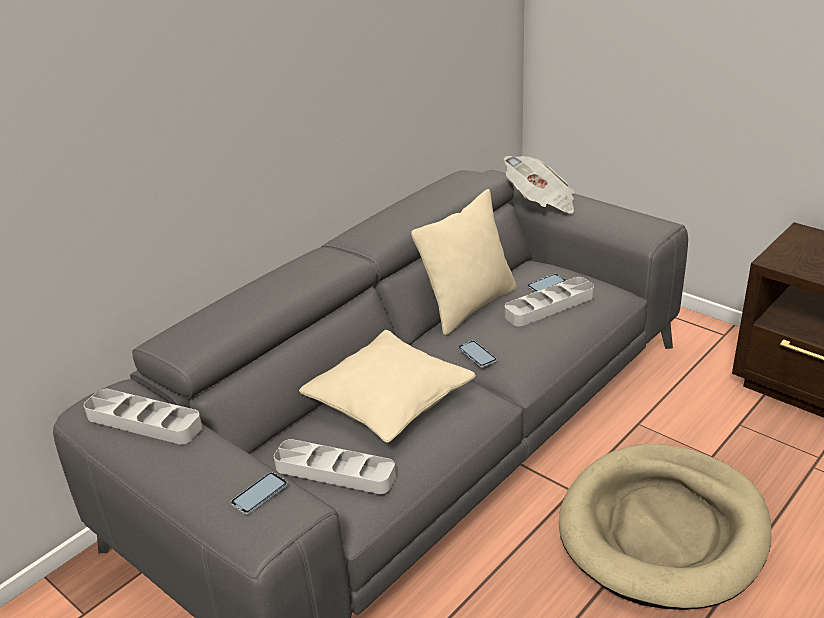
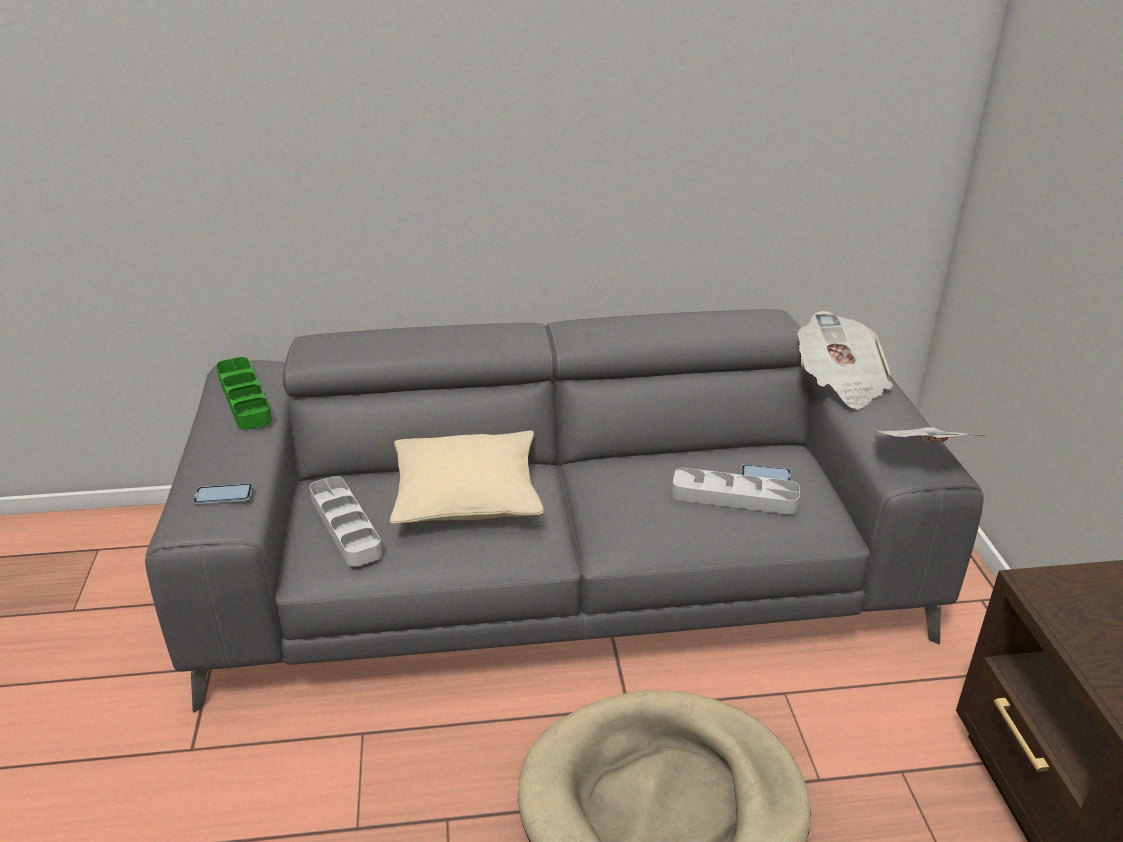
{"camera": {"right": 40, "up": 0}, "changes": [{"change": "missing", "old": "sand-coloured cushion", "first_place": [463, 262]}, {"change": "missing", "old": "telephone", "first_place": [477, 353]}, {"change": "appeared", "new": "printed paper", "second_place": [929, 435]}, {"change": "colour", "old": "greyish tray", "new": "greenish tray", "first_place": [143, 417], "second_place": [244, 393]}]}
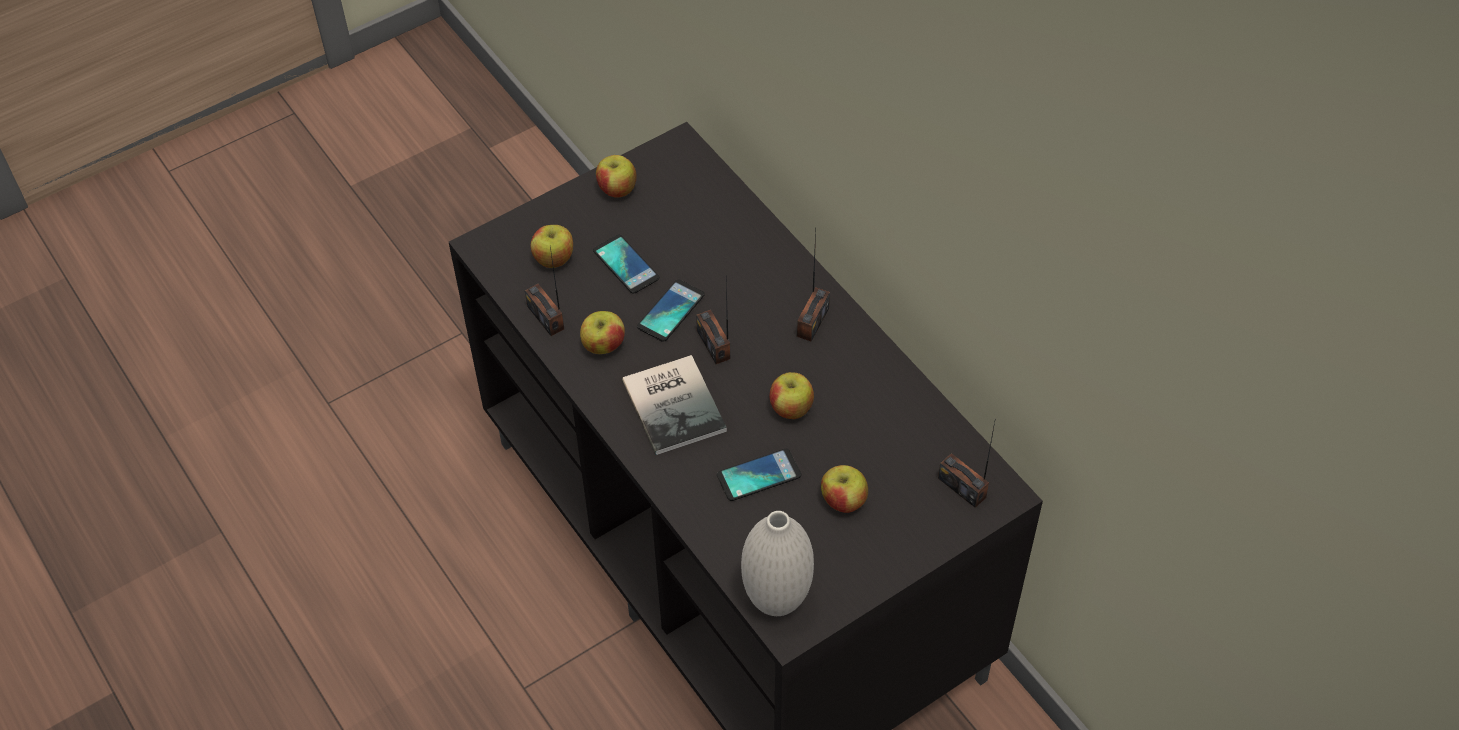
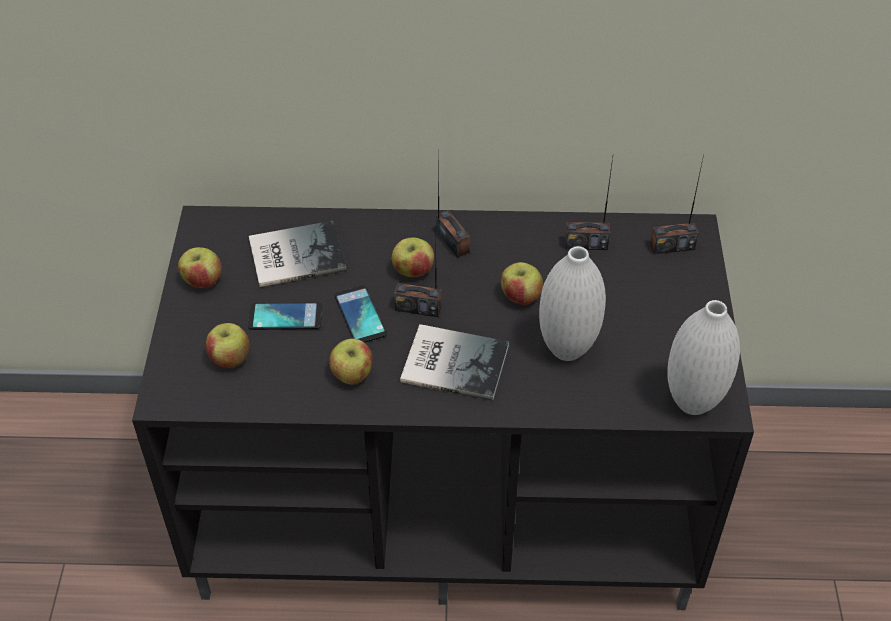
{"camera": {"right": -55, "up": -5}, "changes": [{"change": "appeared", "new": "book", "second_place": [298, 254]}, {"change": "relocated", "old": "radio set", "first_place": [544, 291], "second_place": [589, 204]}, {"change": "relocated", "old": "apple", "first_place": [844, 489], "second_place": [413, 257]}, {"change": "exchanged", "old": "telephone", "new": "white decorative vase", "first_place": [759, 475], "second_place": [572, 303]}]}
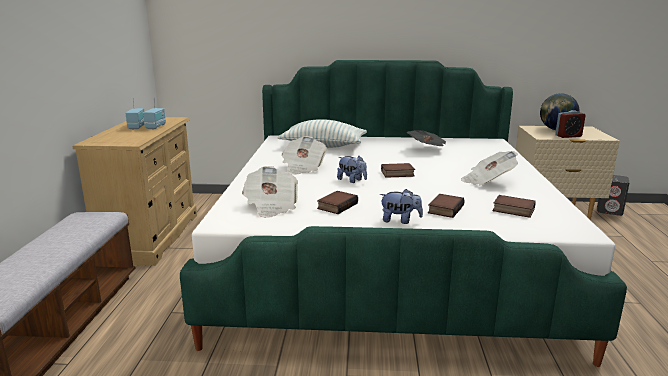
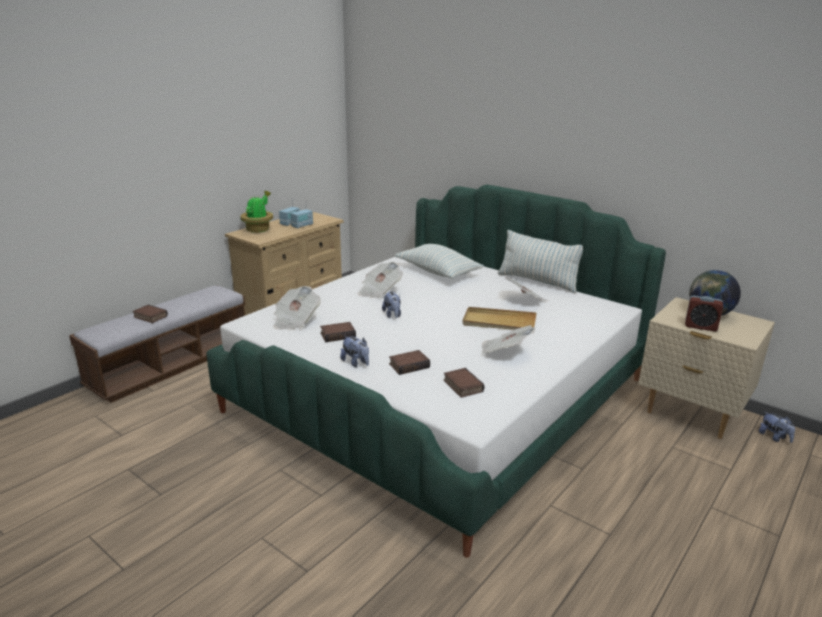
{"camera": {"right": 35, "up": 5}, "changes": [{"change": "appeared", "new": "potted plant", "second_place": [256, 212]}, {"change": "appeared", "new": "sand-coloured tray", "second_place": [499, 318]}, {"change": "appeared", "new": "cushion", "second_place": [540, 261]}, {"change": "relocated", "old": "book", "first_place": [398, 170], "second_place": [150, 314]}, {"change": "exchanged", "old": "greyish loudspeaker", "new": "plush toy", "first_place": [613, 195], "second_place": [777, 427]}]}
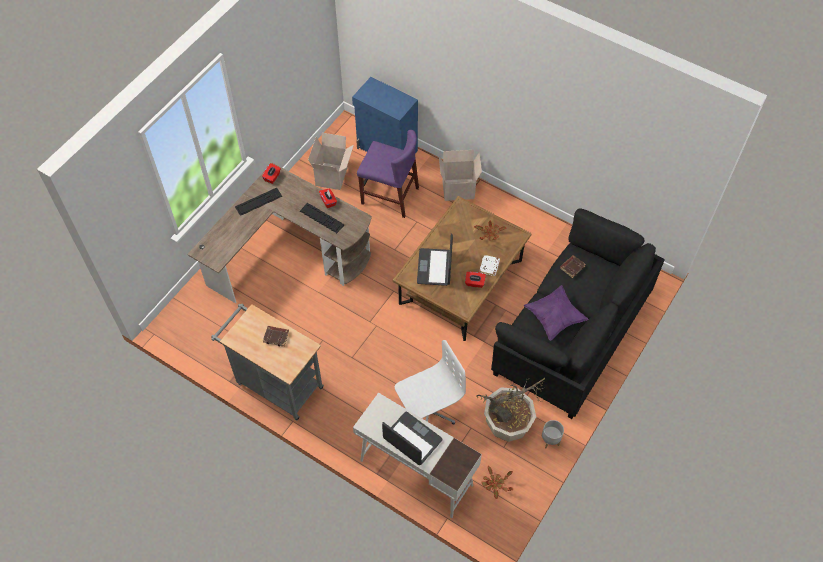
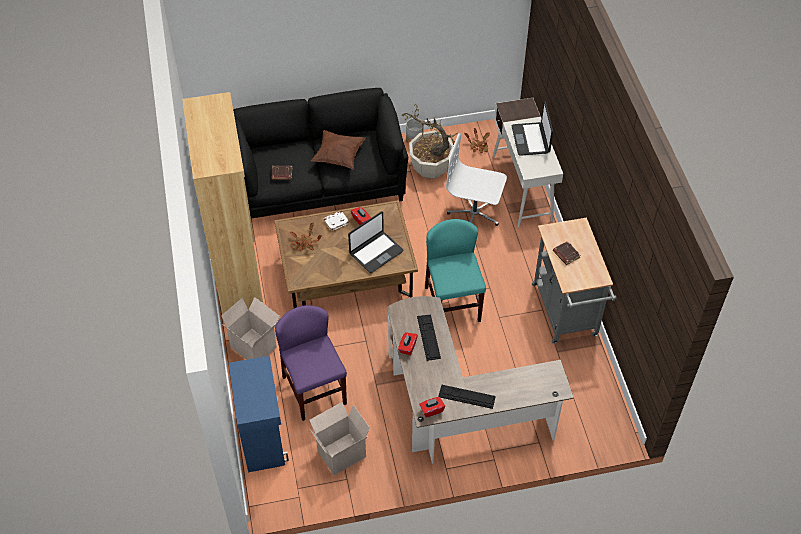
{"camera": {"right": -135, "up": -5}, "changes": [{"change": "appeared", "new": "brown-coloured bookshelf", "second_place": [222, 203]}, {"change": "appeared", "new": "turquoise-coloured plain chair", "second_place": [455, 270]}, {"change": "colour", "old": "purple cushion", "new": "brown-coloured cushion", "first_place": [556, 313], "second_place": [338, 149]}]}
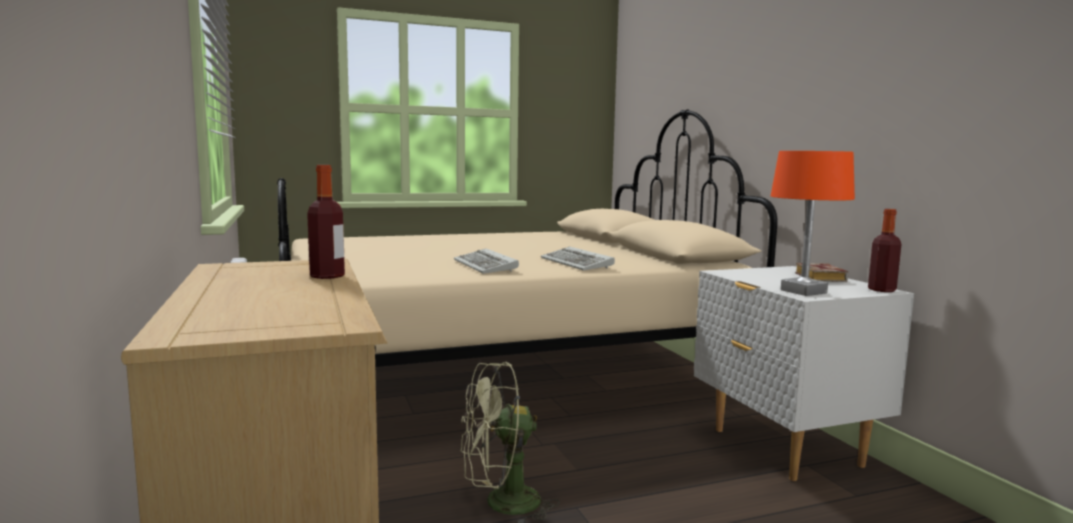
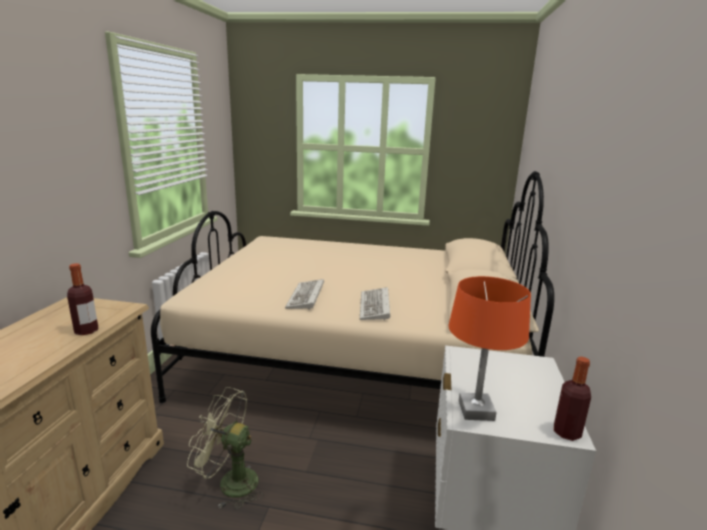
{"camera": {"right": 30, "up": 10}, "changes": [{"change": "missing", "old": "book", "first_place": [821, 272]}]}
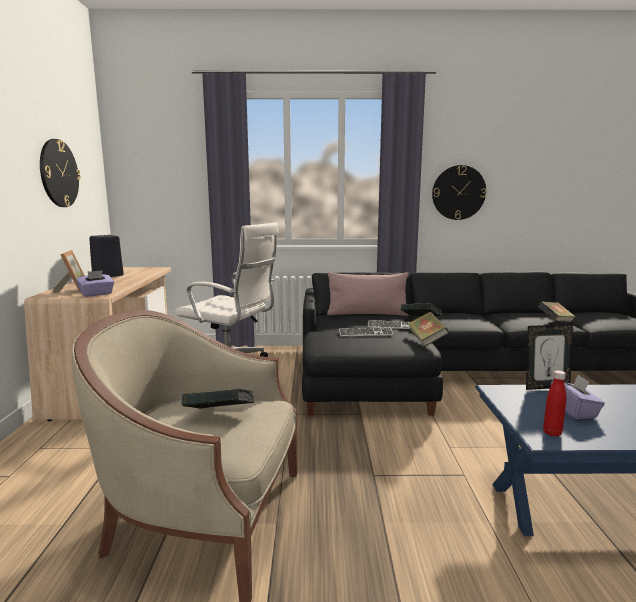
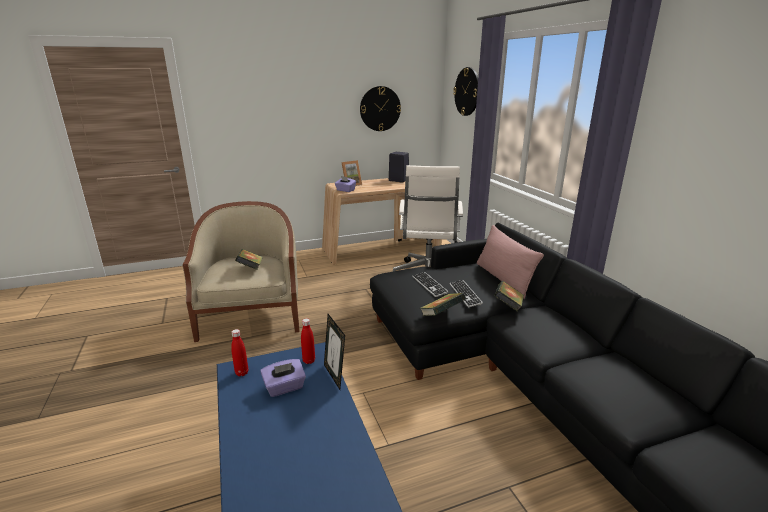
{"camera": {"right": 70, "up": 10}, "changes": [{"change": "missing", "old": "book", "first_place": [556, 311]}, {"change": "appeared", "new": "red drink bottle", "second_place": [308, 341]}, {"change": "relocated", "old": "clock on the wall", "first_place": [459, 192], "second_place": [465, 91]}]}
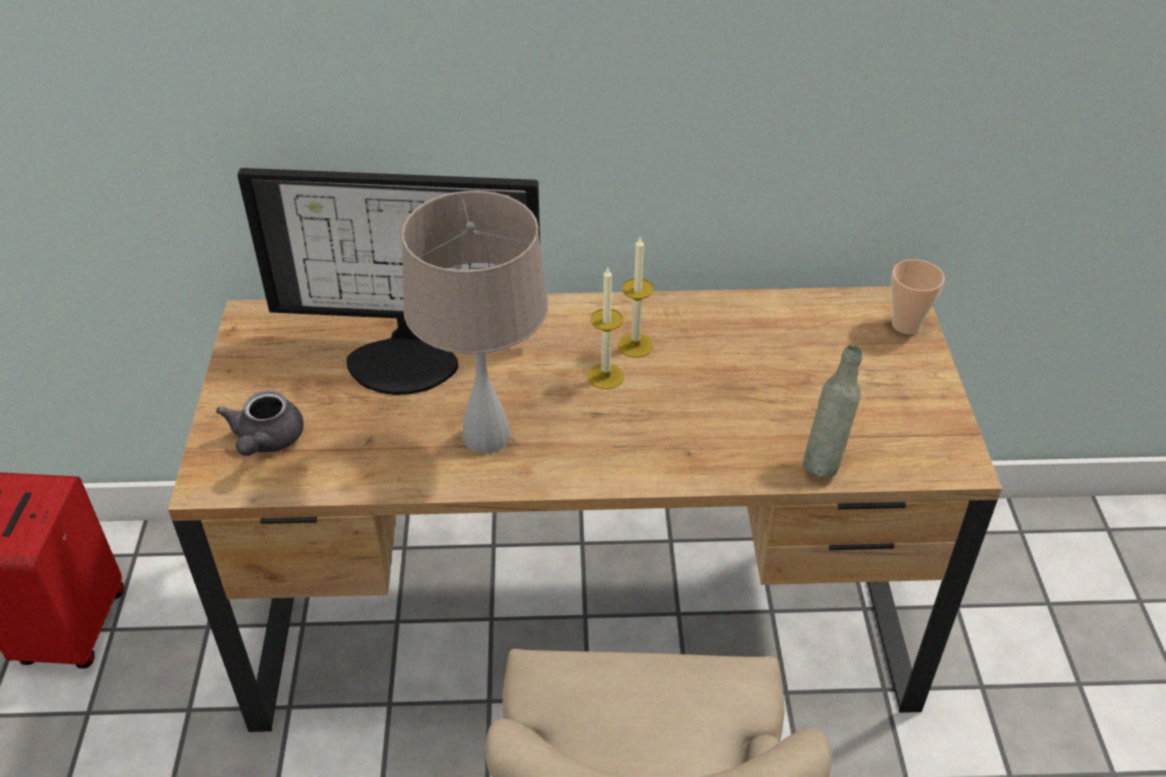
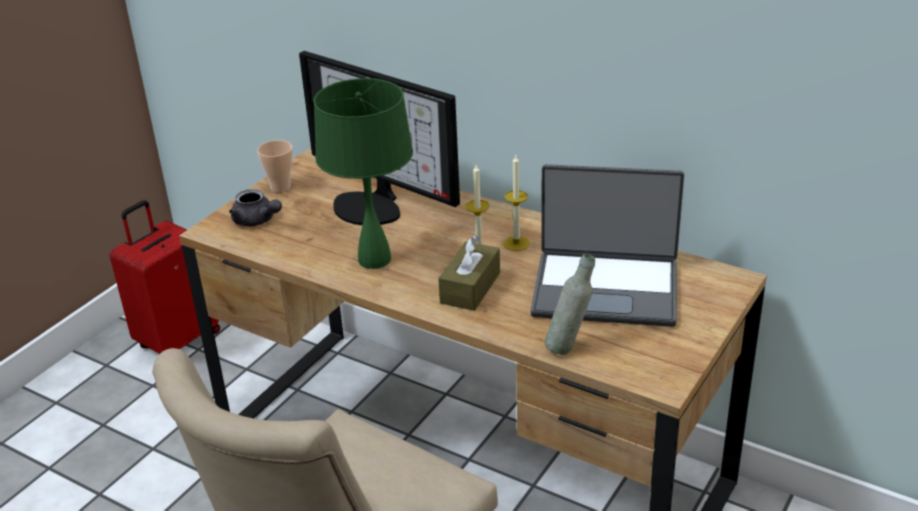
{"camera": {"right": 35, "up": -10}, "changes": [{"change": "appeared", "new": "brown-coloured tissue box", "second_place": [469, 273]}, {"change": "appeared", "new": "portable computer", "second_place": [607, 245]}, {"change": "relocated", "old": "drinking cup", "first_place": [918, 296], "second_place": [275, 166]}, {"change": "colour", "old": "sand-coloured lamp for a table", "new": "greenish lamp for a table", "first_place": [474, 322], "second_place": [363, 173]}, {"change": "spun", "old": "greyish teapot", "first_place": [260, 423], "second_place": [255, 207], "degrees": -90}]}
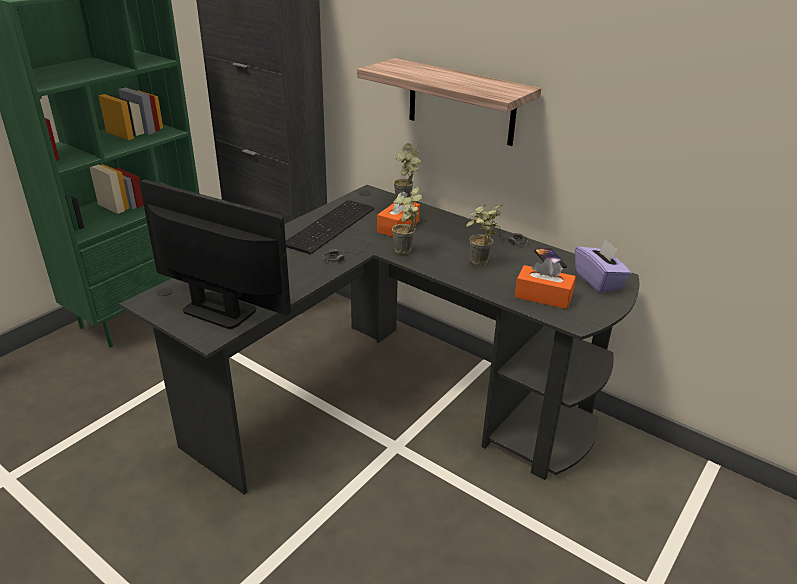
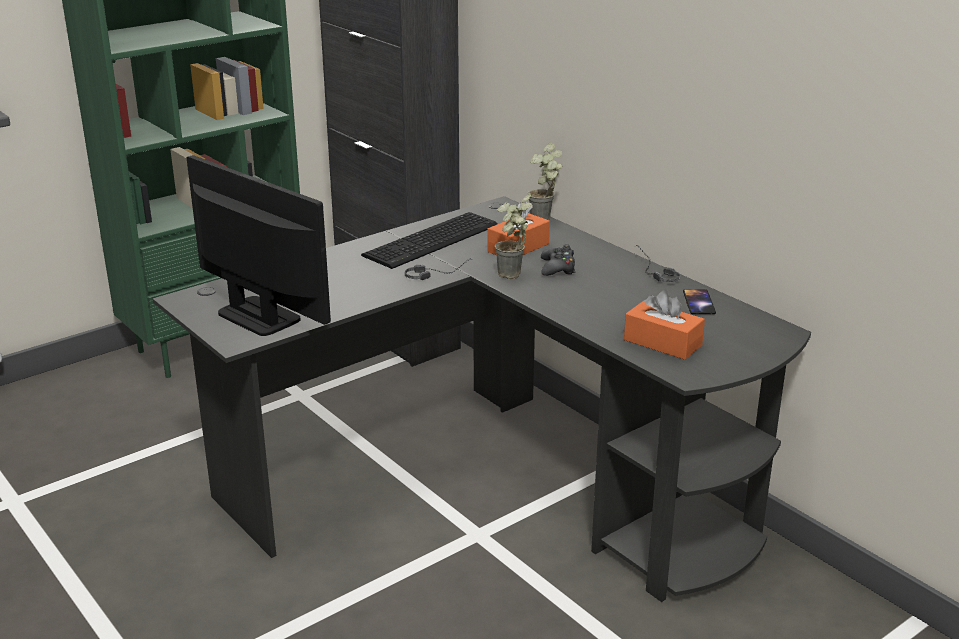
{"camera": {"right": 15, "up": -5}, "changes": [{"change": "missing", "old": "shelf", "first_place": [449, 102]}, {"change": "missing", "old": "potted plant", "first_place": [485, 235]}, {"change": "missing", "old": "purple tissue box", "first_place": [603, 266]}, {"change": "appeared", "new": "black-coloured gamepad", "second_place": [558, 260]}]}
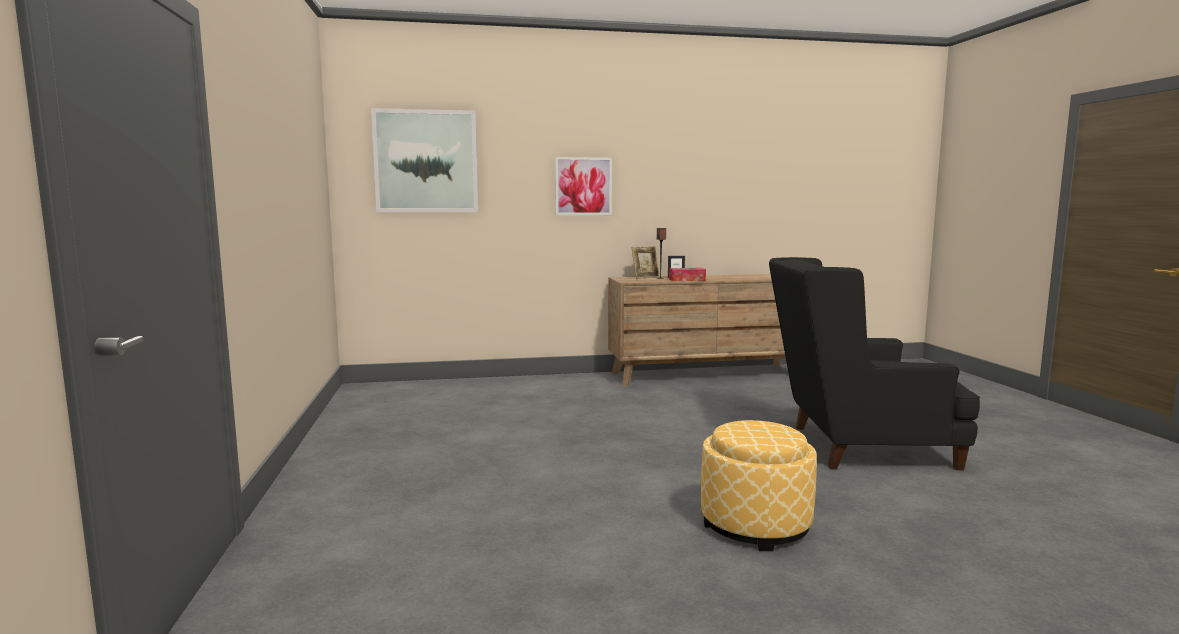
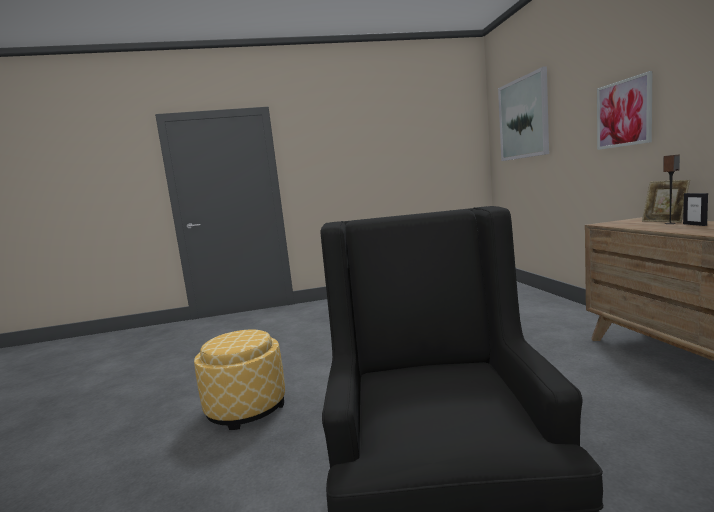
{"camera": {"right": 90, "up": 0}, "changes": [{"change": "missing", "old": "tissue box", "first_place": [687, 274]}]}
